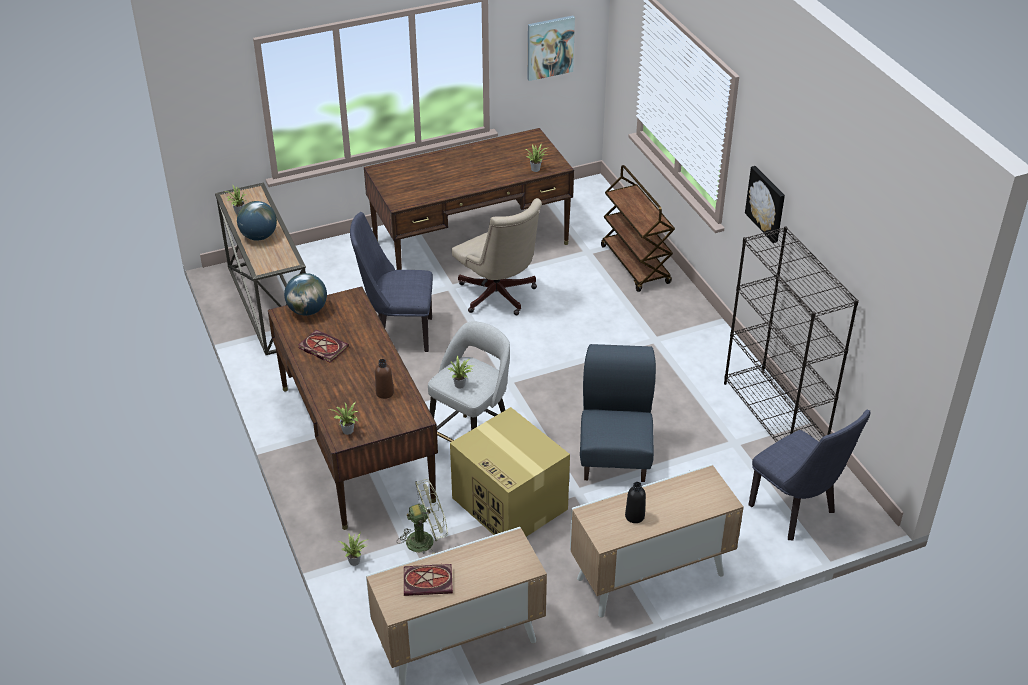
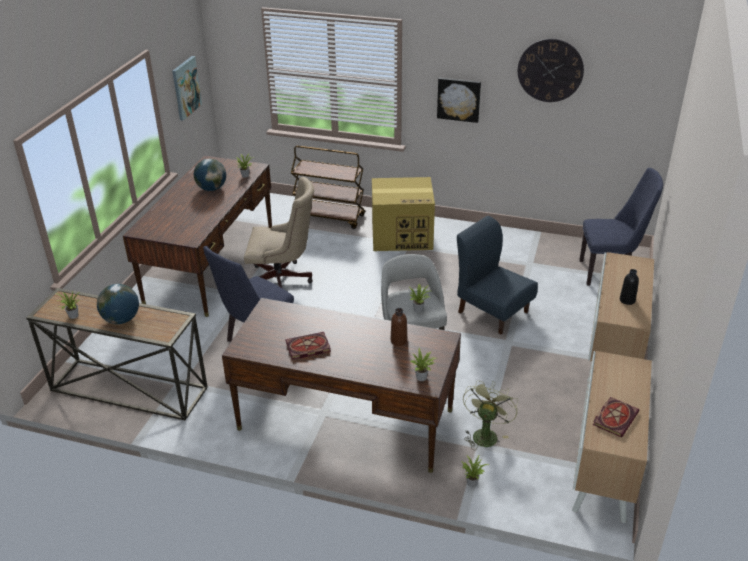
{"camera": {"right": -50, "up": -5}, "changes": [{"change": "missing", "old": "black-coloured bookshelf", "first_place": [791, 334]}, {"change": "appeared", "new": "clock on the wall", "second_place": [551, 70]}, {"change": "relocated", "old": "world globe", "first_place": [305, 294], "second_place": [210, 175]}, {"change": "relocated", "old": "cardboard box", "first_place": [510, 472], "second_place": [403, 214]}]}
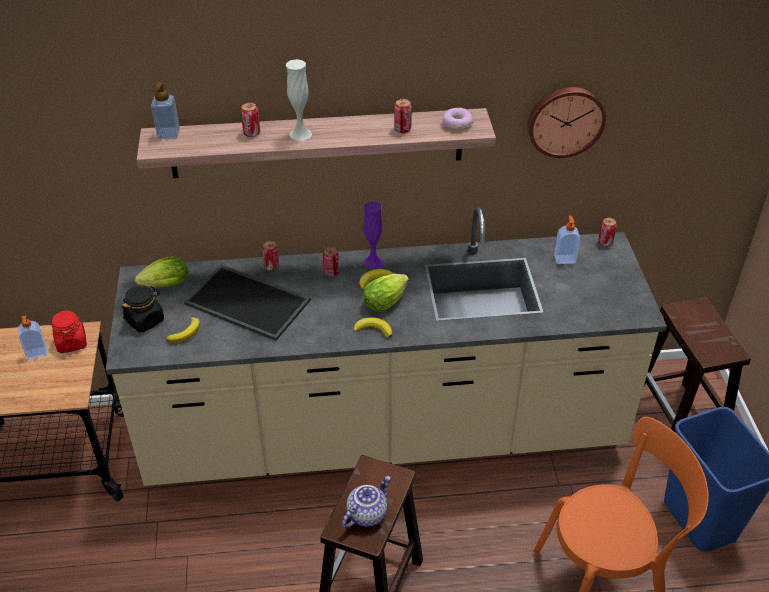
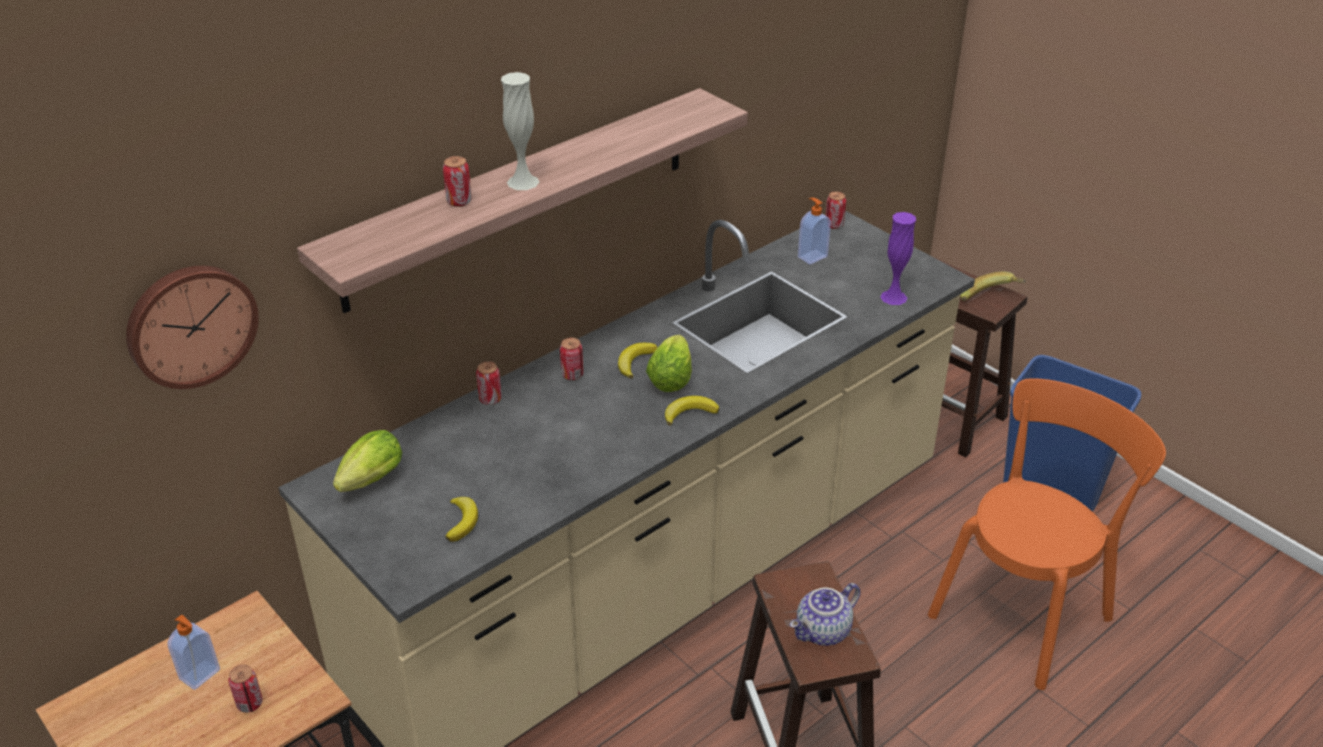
{"camera": {"right": -35, "up": -5}, "changes": [{"change": "missing", "old": "red storage jar", "first_place": [69, 331]}, {"change": "missing", "old": "black-coloured storage jar", "first_place": [143, 309]}, {"change": "missing", "old": "liquid soap bottle", "first_place": [165, 110]}, {"change": "missing", "old": "tray", "first_place": [247, 302]}, {"change": "missing", "old": "ring doughnut", "first_place": [458, 119]}, {"change": "appeared", "new": "whole banana", "second_place": [993, 286]}, {"change": "relocated", "old": "purple decorative vase", "first_place": [373, 235], "second_place": [898, 258]}, {"change": "relocated", "old": "sealed can", "first_place": [403, 116], "second_place": [245, 689]}, {"change": "relocated", "old": "clock on the wall", "first_place": [566, 122], "second_place": [192, 327]}, {"change": "spun", "old": "teapot", "first_place": [366, 502], "second_place": [825, 614], "degrees": -135}]}
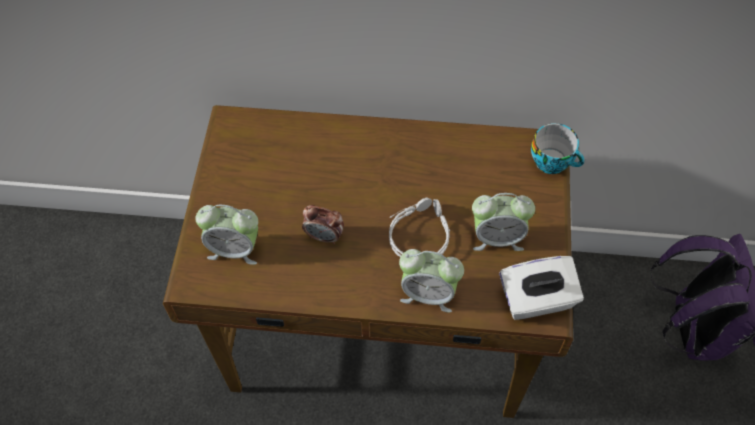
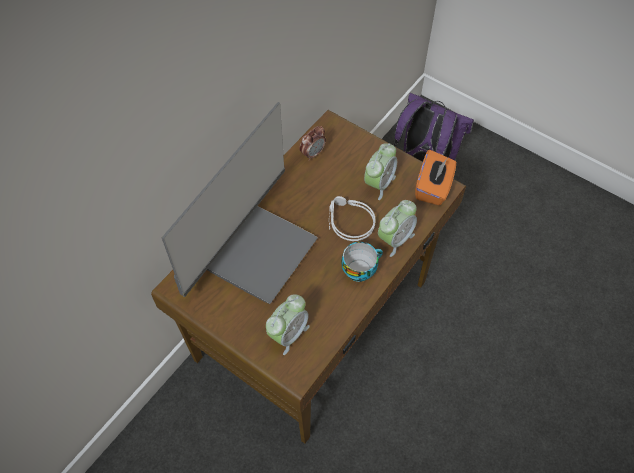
{"camera": {"right": -60, "up": 0}, "changes": [{"change": "appeared", "new": "monitor", "second_place": [240, 203]}, {"change": "relocated", "old": "bedside clock", "first_place": [323, 224], "second_place": [312, 143]}, {"change": "relocated", "old": "drinking cup", "first_place": [558, 148], "second_place": [362, 262]}, {"change": "colour", "old": "white tissue box", "new": "orange-coloured tissue box", "first_place": [541, 288], "second_place": [435, 177]}]}
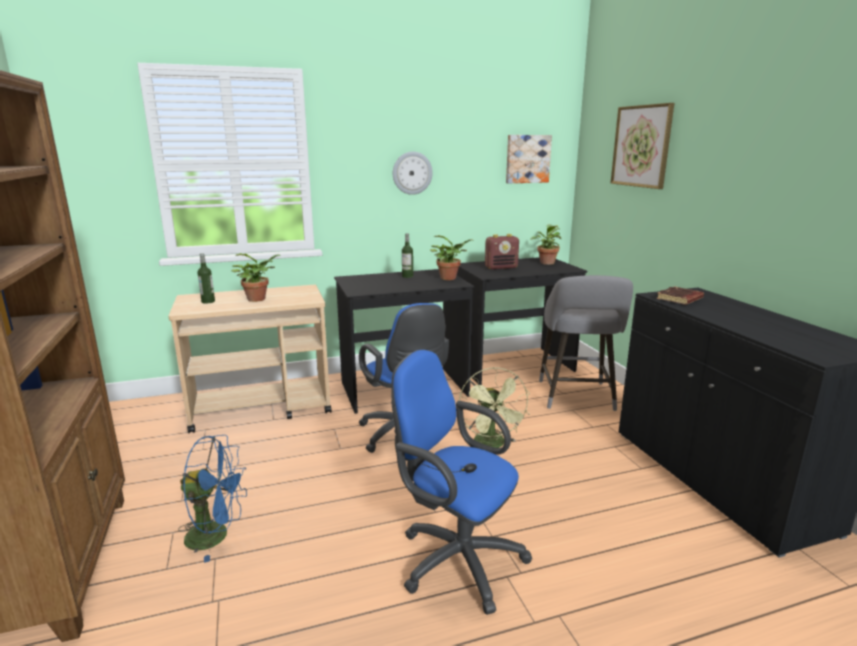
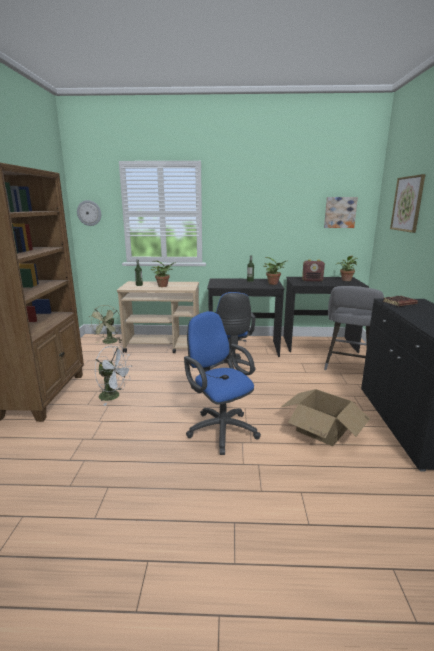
{"camera": {"right": 20, "up": 0}, "changes": [{"change": "appeared", "new": "cardboard box", "second_place": [325, 417]}, {"change": "relocated", "old": "clock on the wall", "first_place": [413, 173], "second_place": [89, 213]}, {"change": "relocated", "old": "greenish fan", "first_place": [494, 407], "second_place": [105, 324]}, {"change": "colour", "old": "blue-coloured fan", "new": "white fan", "first_place": [212, 499], "second_place": [113, 376]}]}
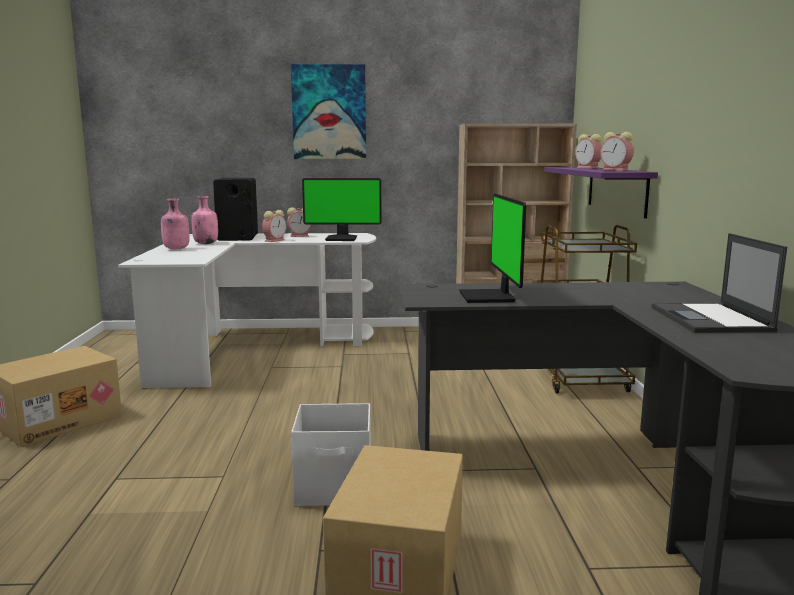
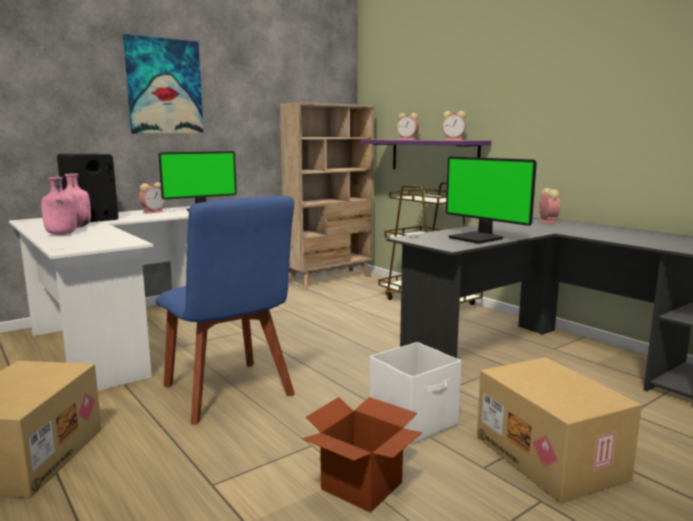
{"camera": {"right": -35, "up": 0}, "changes": [{"change": "missing", "old": "portable computer", "first_place": [719, 283]}, {"change": "appeared", "new": "blue-coloured plain chair", "second_place": [225, 310]}, {"change": "appeared", "new": "cardboard box", "second_place": [362, 455]}, {"change": "relocated", "old": "bedside clock", "first_place": [274, 226], "second_place": [549, 206]}]}
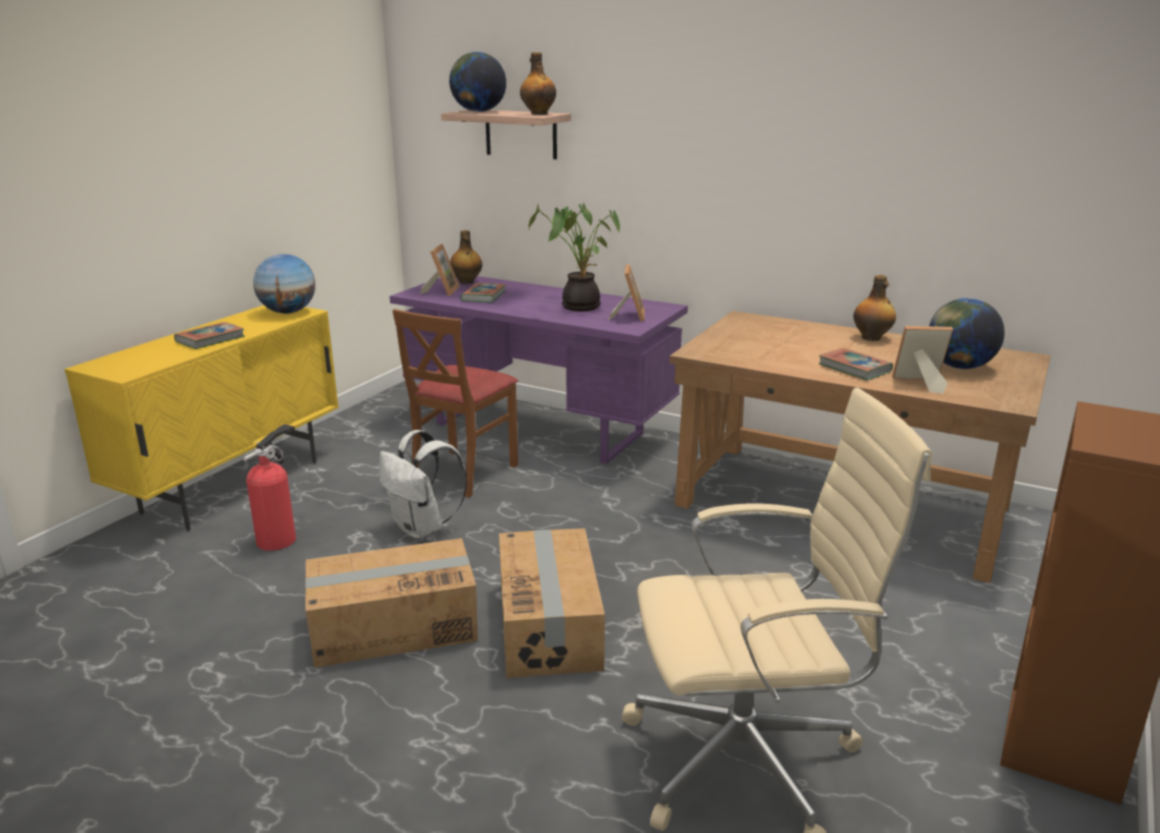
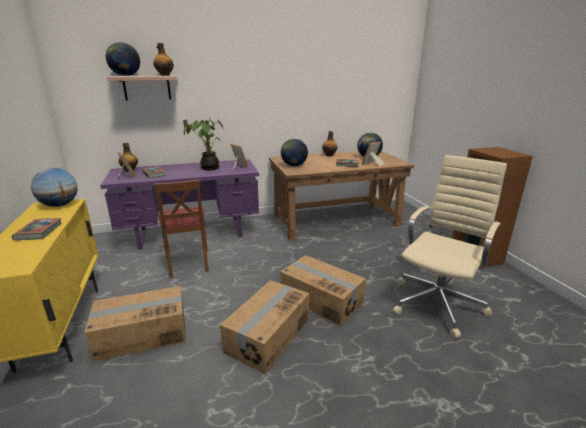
{"camera": {"right": -45, "up": 0}, "changes": [{"change": "missing", "old": "white knapsack", "first_place": [423, 484]}, {"change": "appeared", "new": "world globe", "second_place": [294, 152]}, {"change": "exchanged", "old": "extinguisher", "new": "cardboard box", "first_place": [269, 487], "second_place": [135, 324]}]}
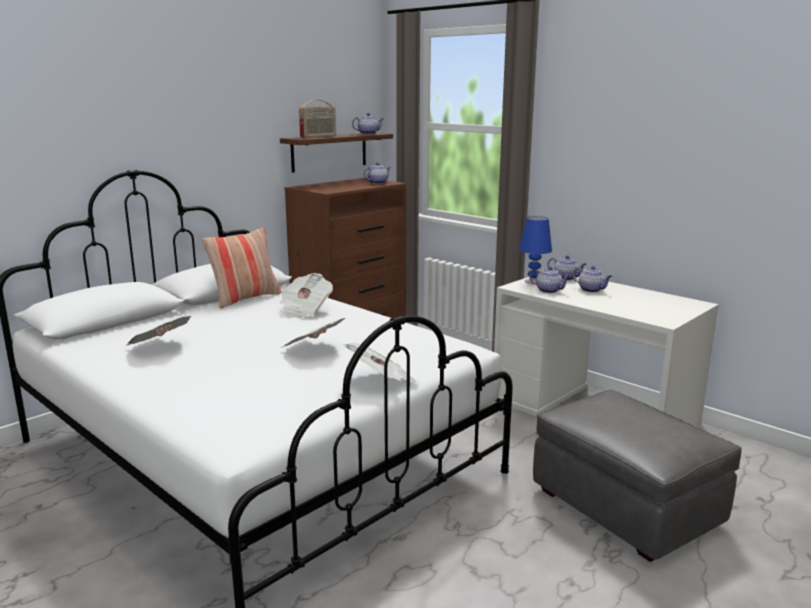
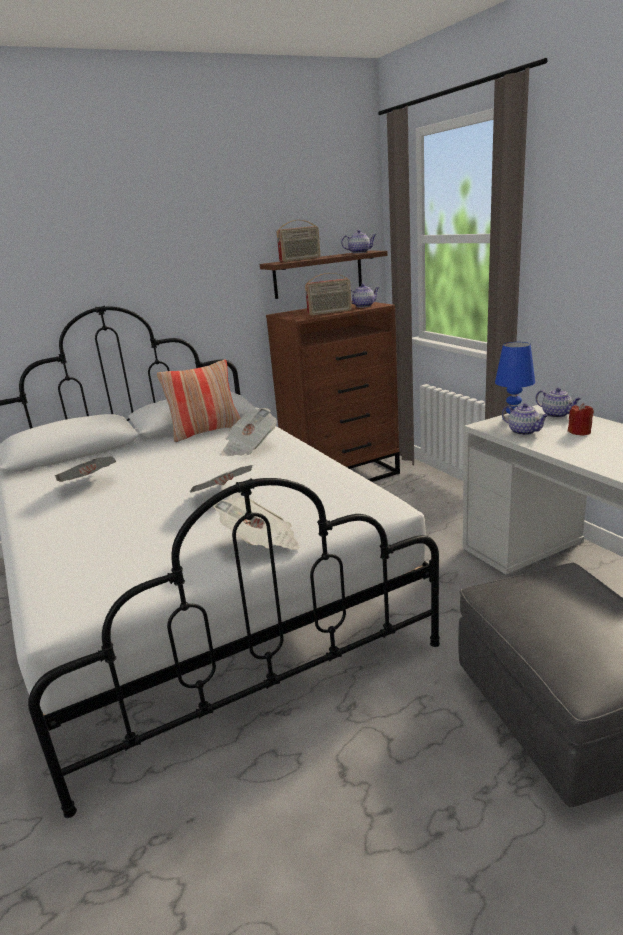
{"camera": {"right": 20, "up": 5}, "changes": [{"change": "appeared", "new": "radio set", "second_place": [328, 294]}, {"change": "exchanged", "old": "teapot", "new": "red wax candle", "first_place": [592, 279], "second_place": [581, 419]}]}
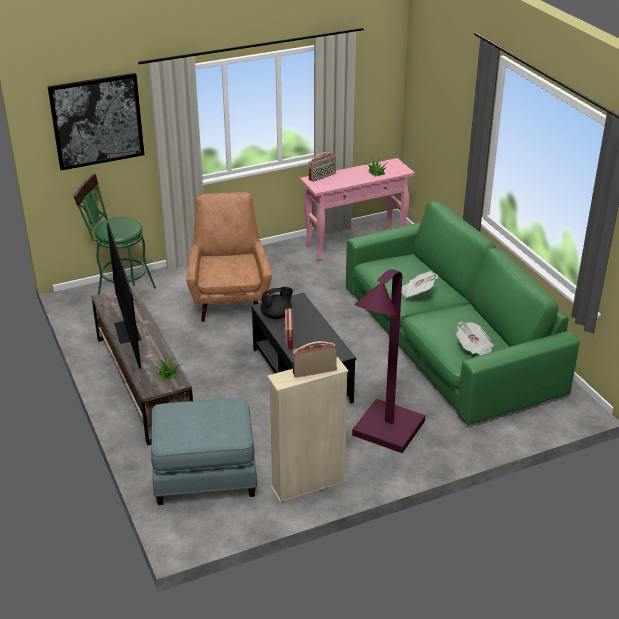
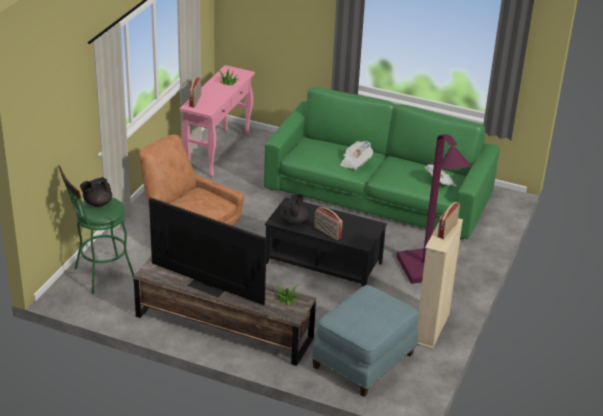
{"camera": {"right": -45, "up": 0}, "changes": [{"change": "missing", "old": "picture", "first_place": [96, 121]}, {"change": "appeared", "new": "black-coloured teapot", "second_place": [96, 192]}]}
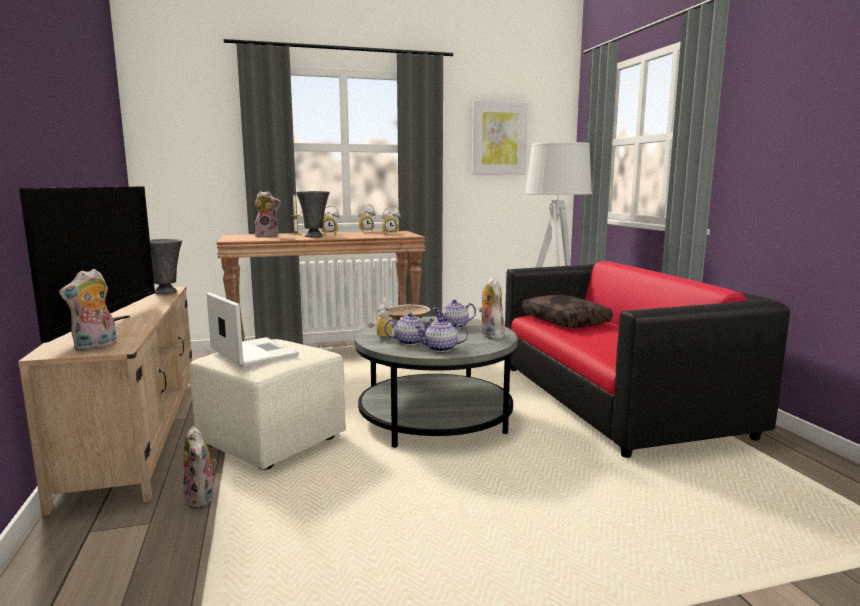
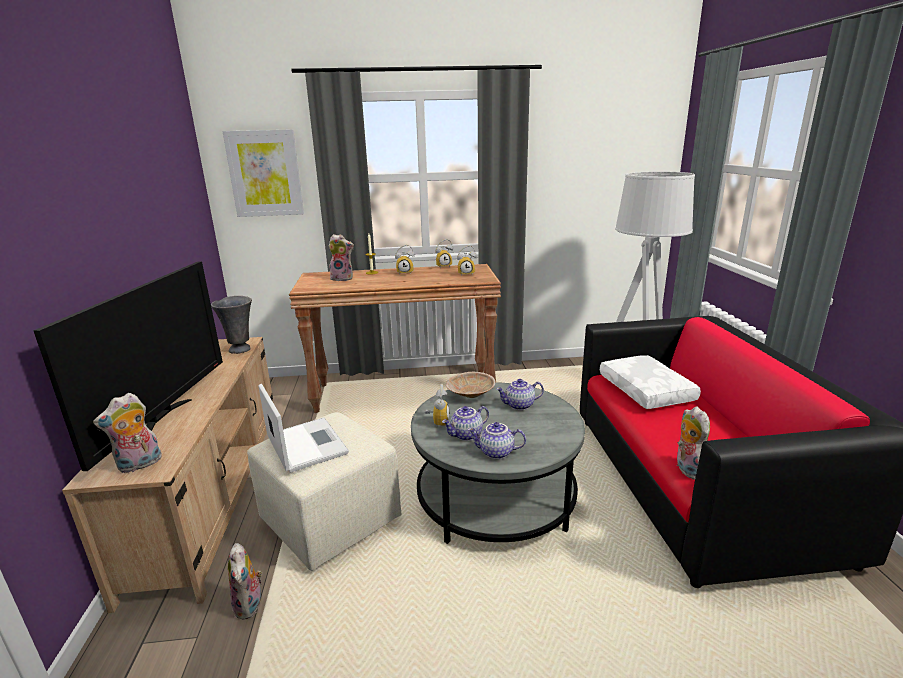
{"camera": {"right": 10, "up": 10}, "changes": [{"change": "missing", "old": "greyish decorative vase", "first_place": [313, 214]}, {"change": "relocated", "old": "picture", "first_place": [500, 138], "second_place": [263, 173]}, {"change": "relocated", "old": "plush toy", "first_place": [492, 308], "second_place": [693, 443]}, {"change": "colour", "old": "brown-coloured cushion", "new": "white cushion", "first_place": [567, 311], "second_place": [650, 382]}, {"change": "spun", "old": "teapot", "first_place": [409, 329], "second_place": [465, 423], "degrees": 150}]}
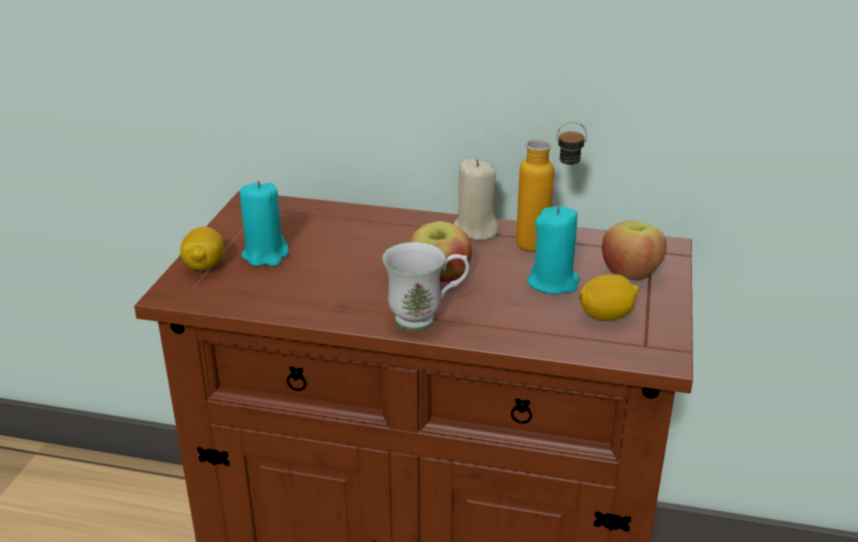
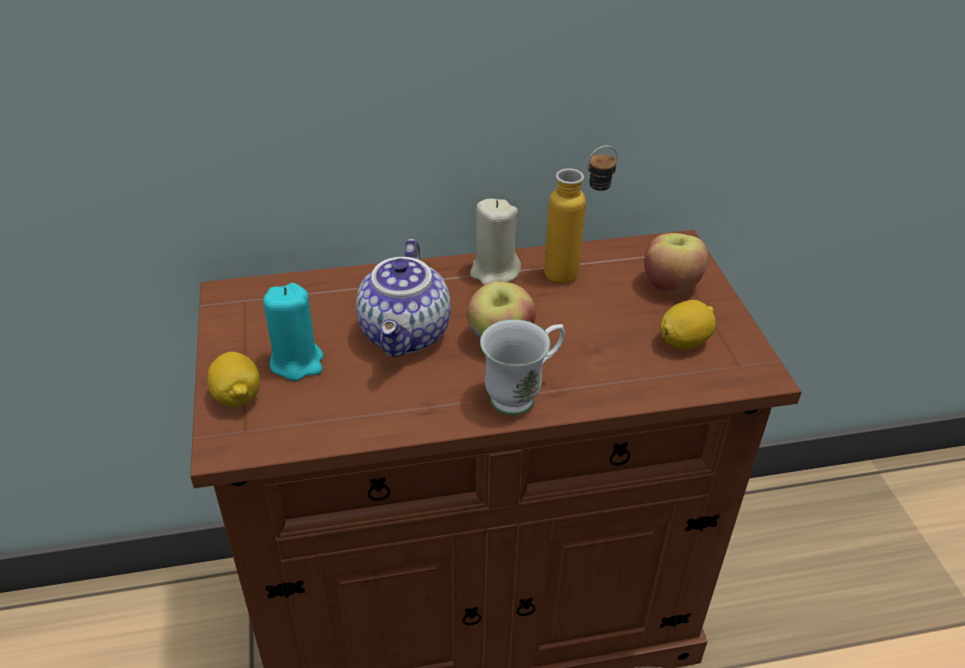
{"camera": {"right": -25, "up": 10}, "changes": [{"change": "missing", "old": "turquoise-coloured wax candle", "first_place": [553, 250]}, {"change": "appeared", "new": "teapot", "second_place": [403, 298]}]}
